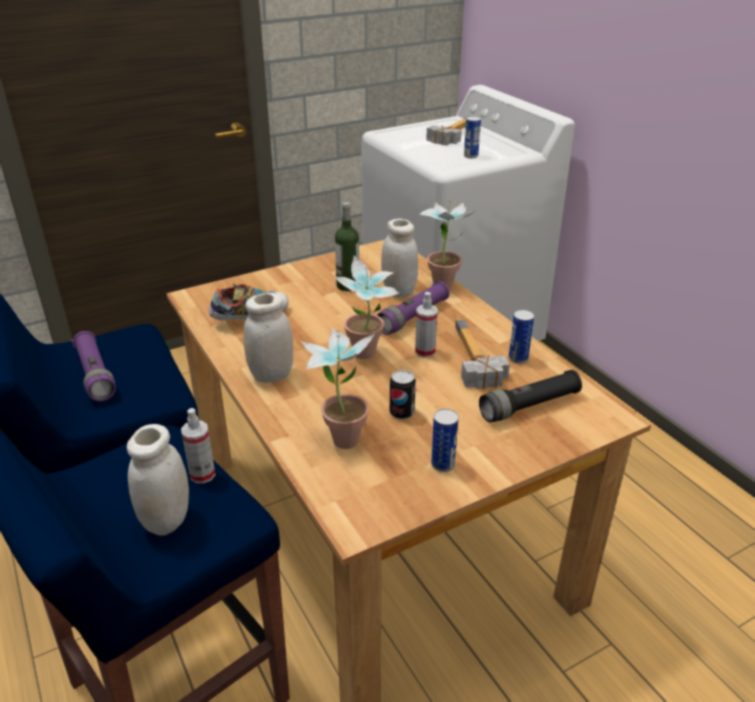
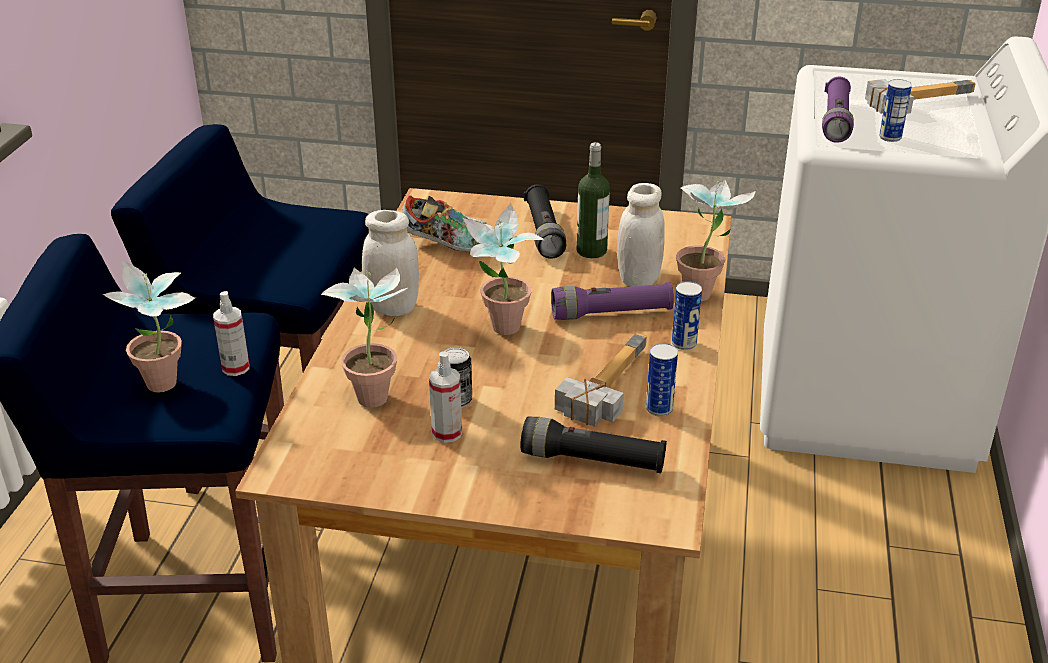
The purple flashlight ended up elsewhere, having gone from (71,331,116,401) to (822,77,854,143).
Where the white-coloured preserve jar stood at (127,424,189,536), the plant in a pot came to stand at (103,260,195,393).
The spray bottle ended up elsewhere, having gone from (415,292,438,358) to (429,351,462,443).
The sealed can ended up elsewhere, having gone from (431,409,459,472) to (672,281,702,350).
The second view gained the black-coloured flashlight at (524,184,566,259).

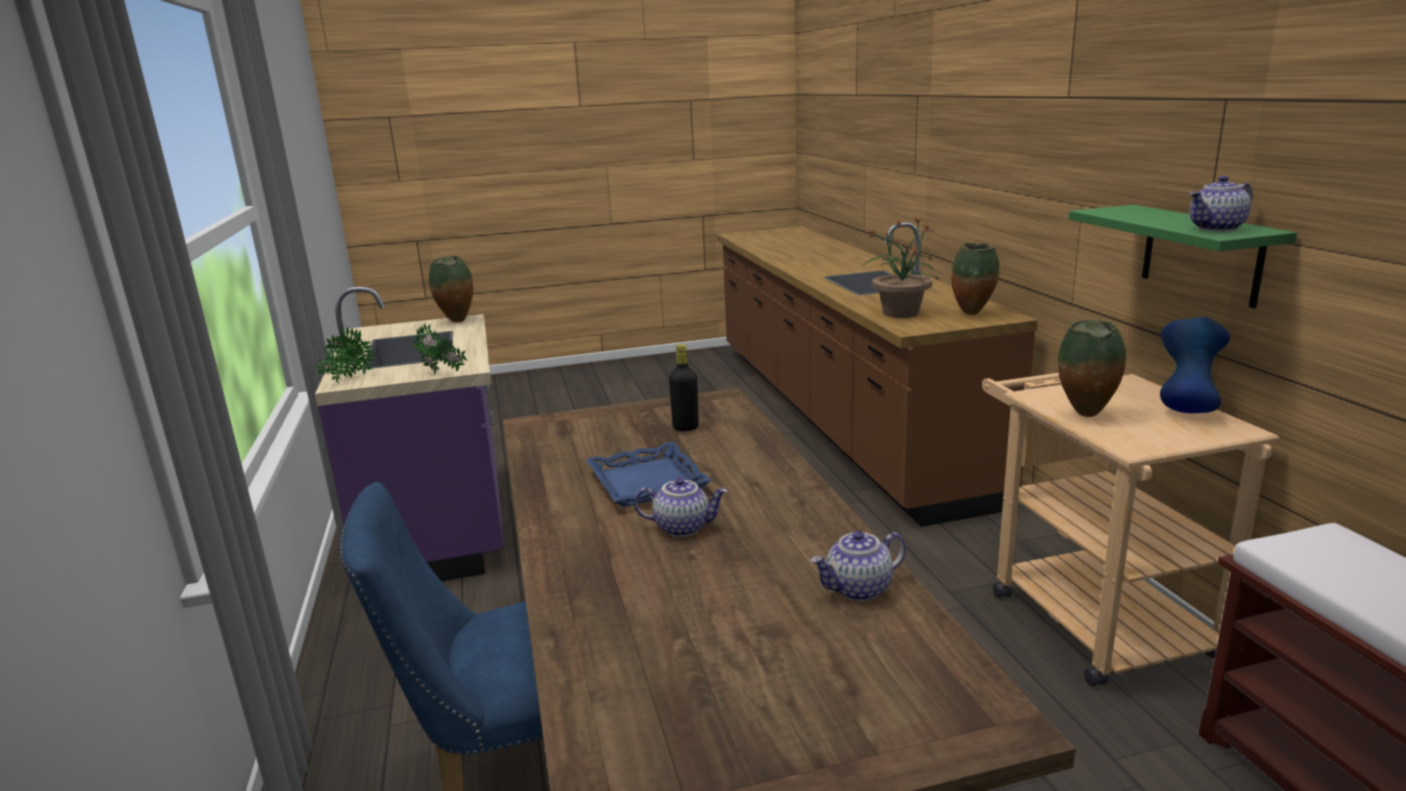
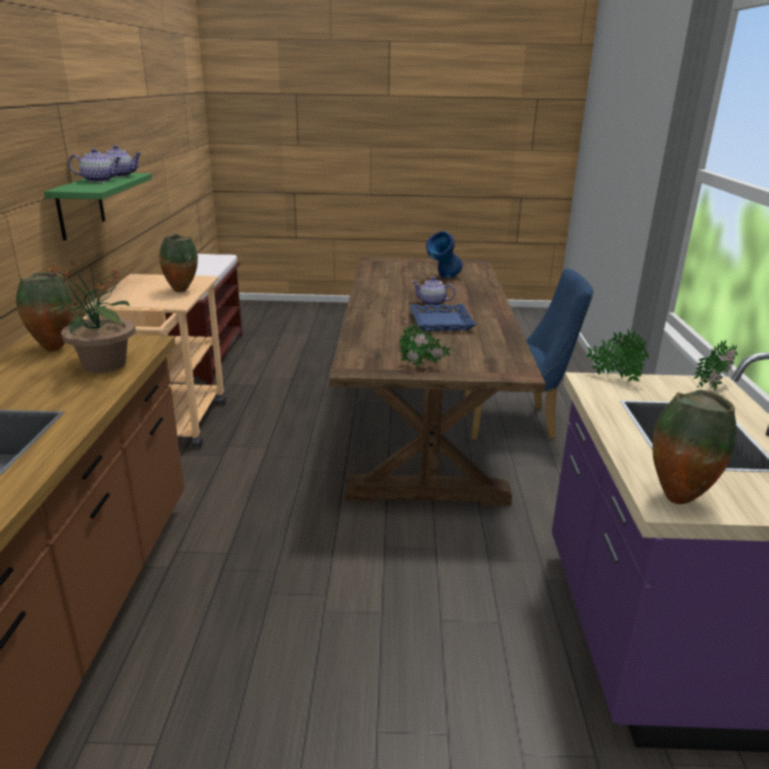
The second view lost the black-coloured drink bottle at (669,344,699,431).
The tea pot ended up elsewhere, having gone from (810,531,906,601) to (68,149,122,182).
The blue flower vase ended up elsewhere, having gone from (1160,317,1230,413) to (426,231,463,278).
The second view gained the plant in a pot at (399,324,451,368).

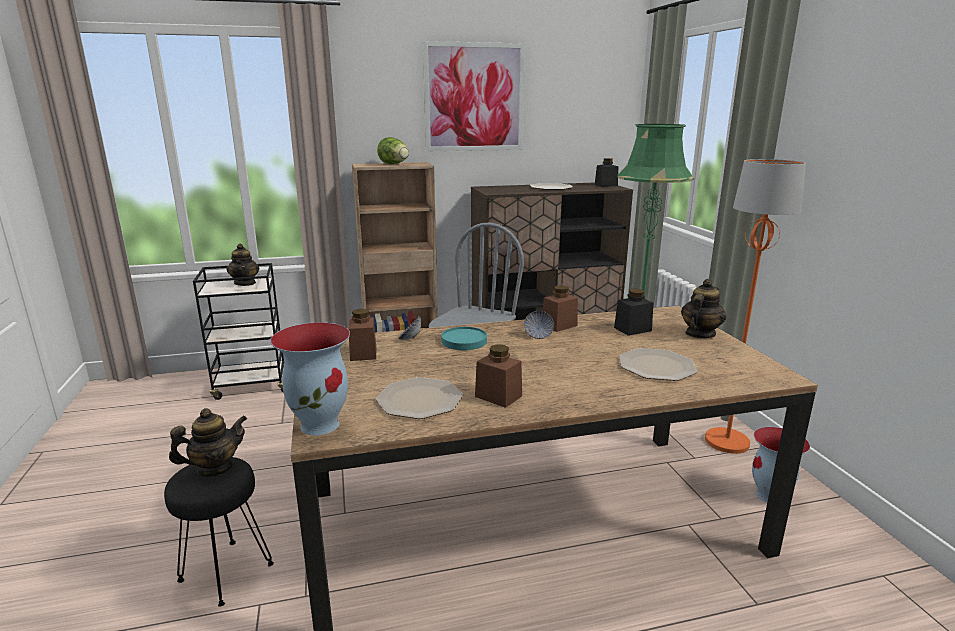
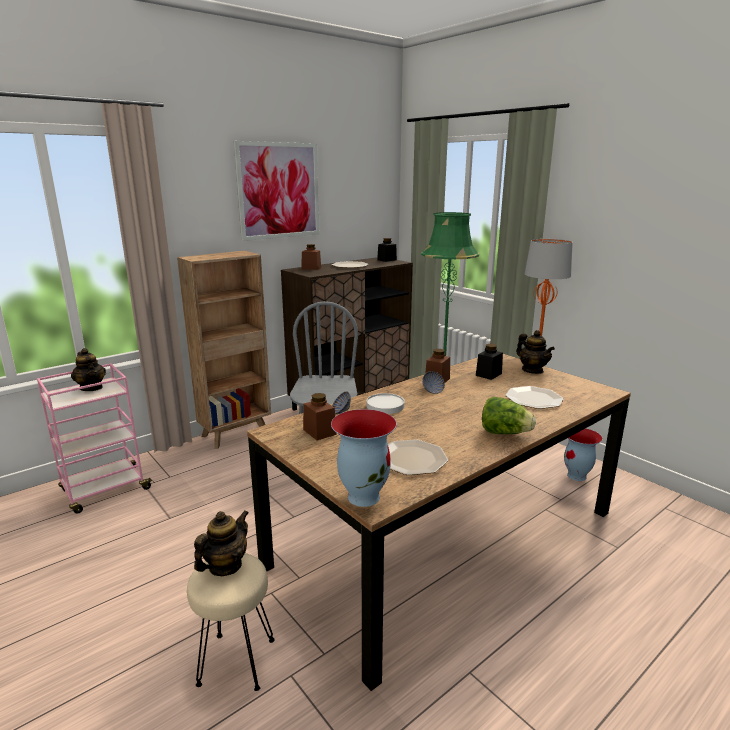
What was the black-coloured stool at (164,457,274,607) turned into the beige stool at (187,553,275,691).
What was the black-coloured wheeled cart at (193,263,284,400) turned into the pinkish wheeled cart at (37,363,154,514).
The lettuce head ended up elsewhere, having gone from (377,137,409,164) to (482,397,536,434).
What was the turquoise plate at (441,327,487,350) turned into the white-coloured plate at (367,393,405,414).
The brownish preserve jar ended up elsewhere, having gone from (475,344,522,408) to (302,244,321,270).
The tea pot at (681,279,726,338) ended up facing another way, 135 degrees clockwise from before.

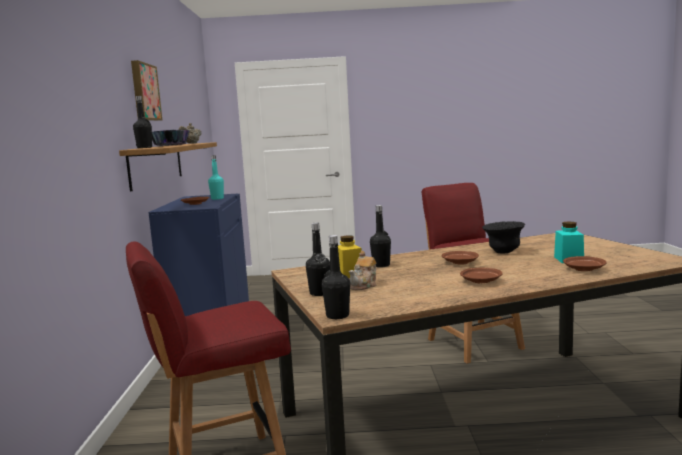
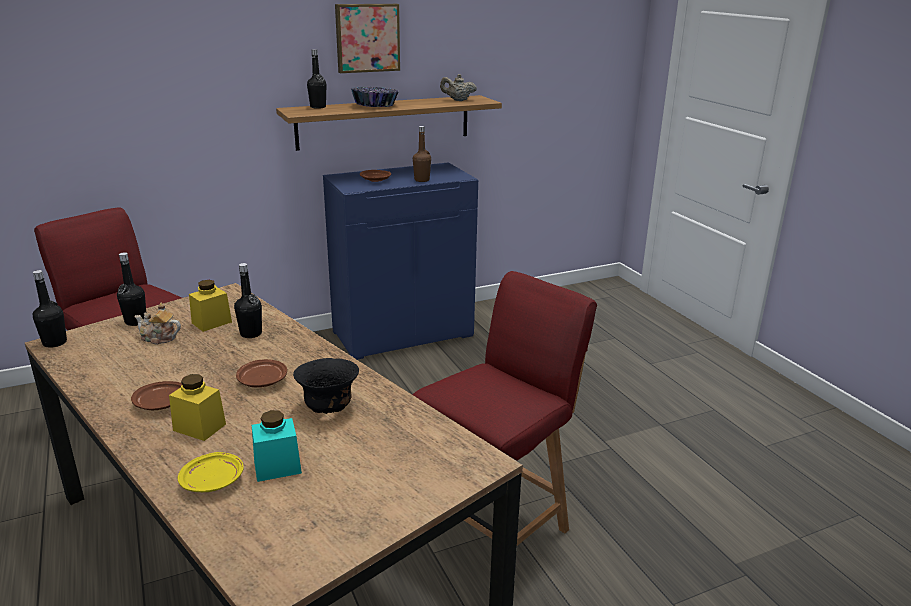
What was the turquoise drink bottle at (208,155,224,200) turned into the brownish drink bottle at (413,126,431,182).
What was the brownish plate at (563,256,607,271) turned into the yellow plate at (178,452,244,492).
The second view gained the yellow preserve jar at (169,374,226,441).

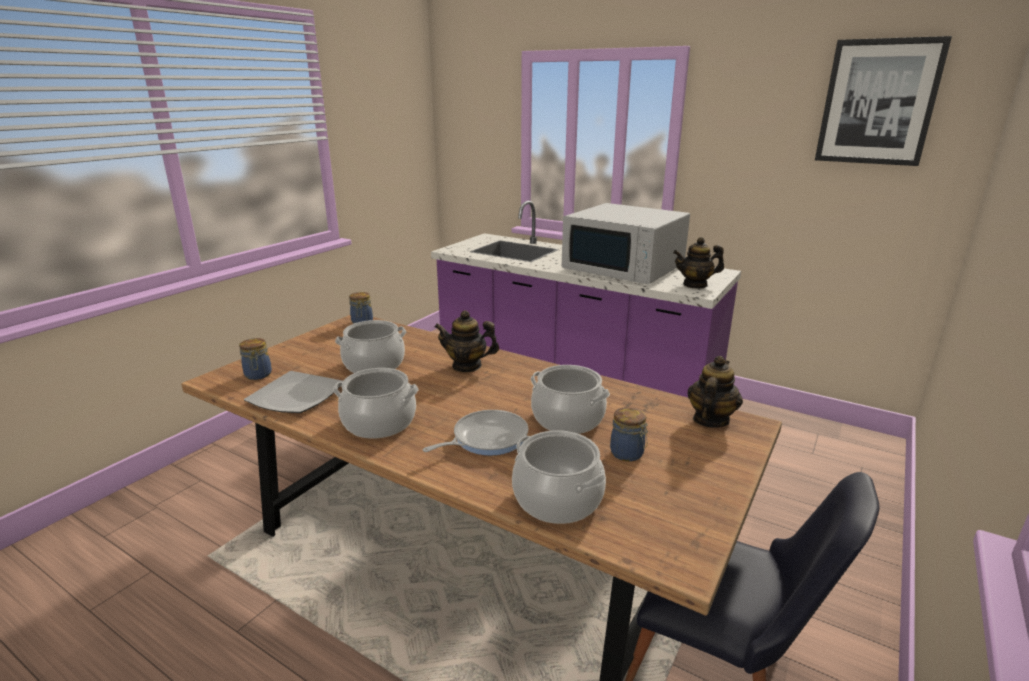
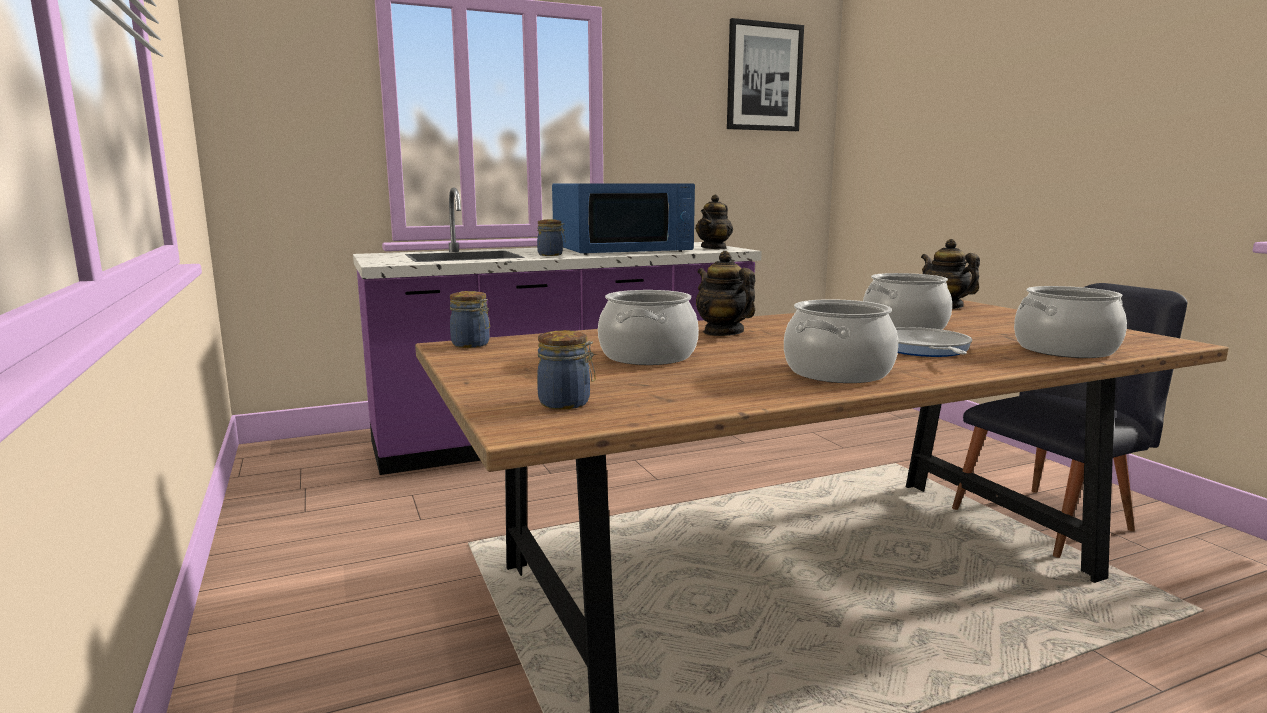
The second view lost the plate at (244,371,343,413).
The tea pot at (434,311,499,372) ended up facing another way, 105 degrees clockwise from before.
What was the white-coloured kitchen microwave at (562,203,690,284) turned into the blue kitchen microwave at (552,183,695,255).
The preserve jar ended up elsewhere, having gone from (610,407,648,462) to (537,219,565,256).

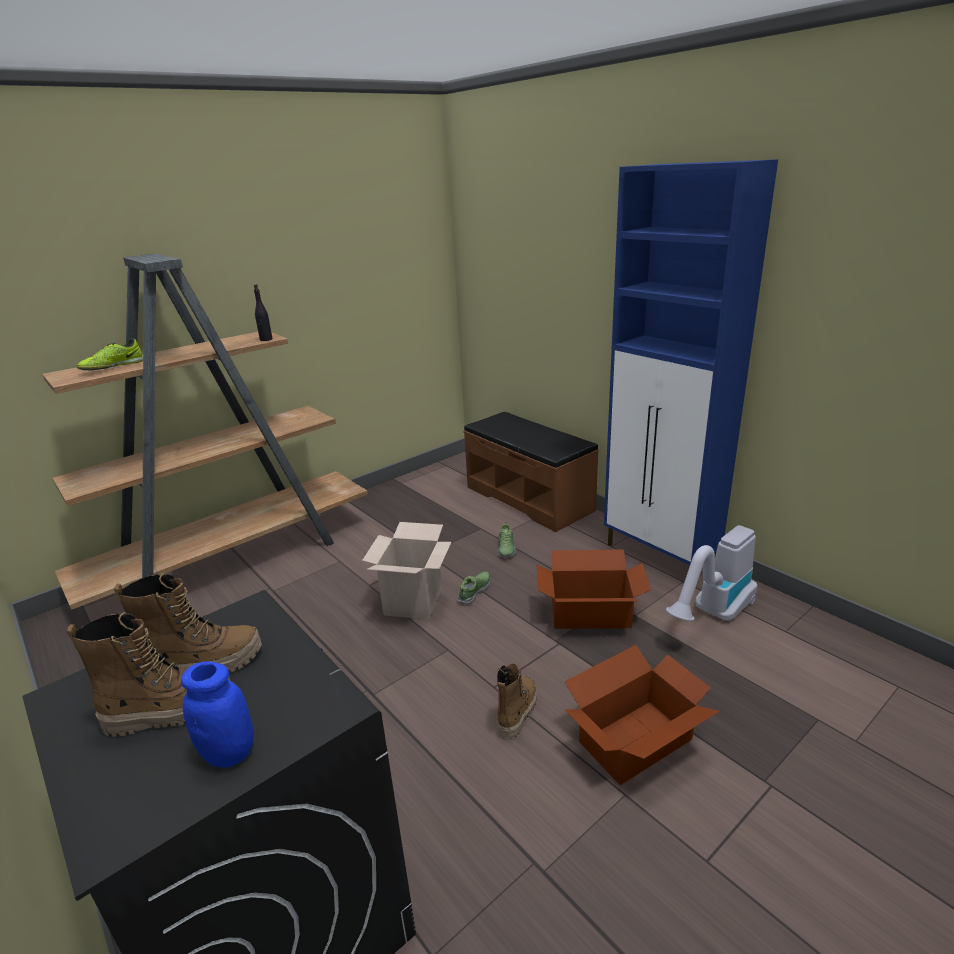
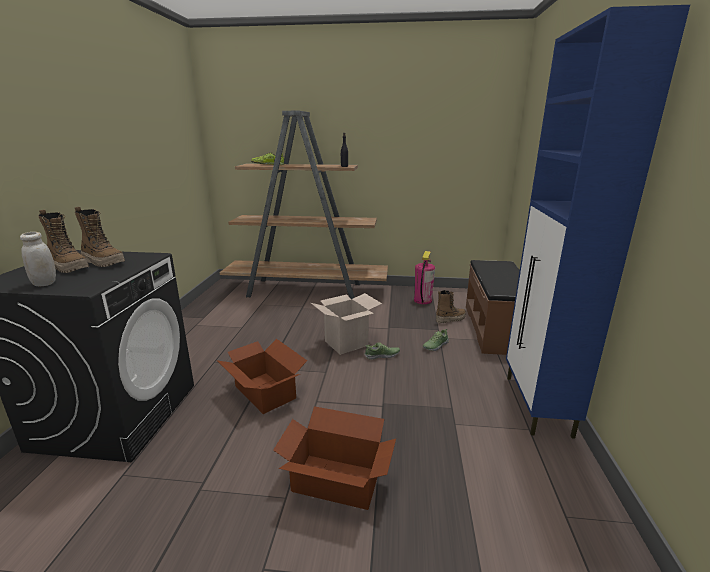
What was the blue preserve jar at (181,661,254,768) turned into the white-coloured preserve jar at (20,232,56,287).
The tall boot ended up elsewhere, having gone from (497,664,537,740) to (436,290,466,323).
The carton ended up elsewhere, having gone from (537,549,651,629) to (217,339,307,414).
The second view lost the hoover at (666,525,757,621).
The second view gained the extinguisher at (414,251,435,304).

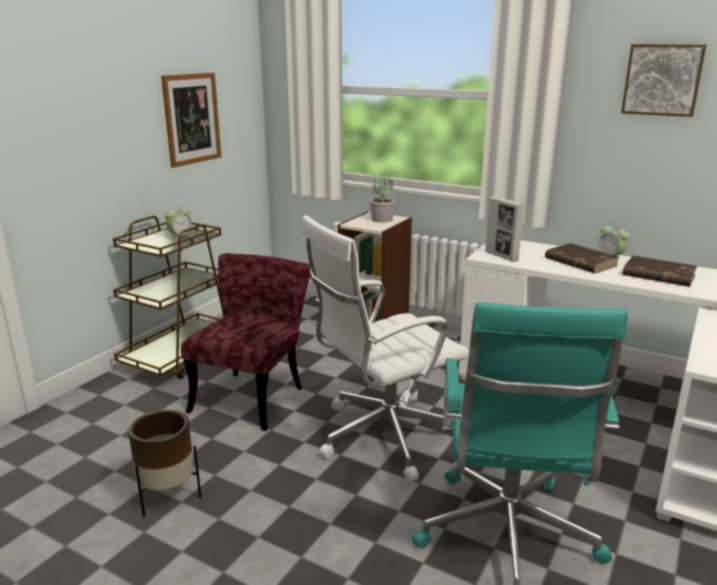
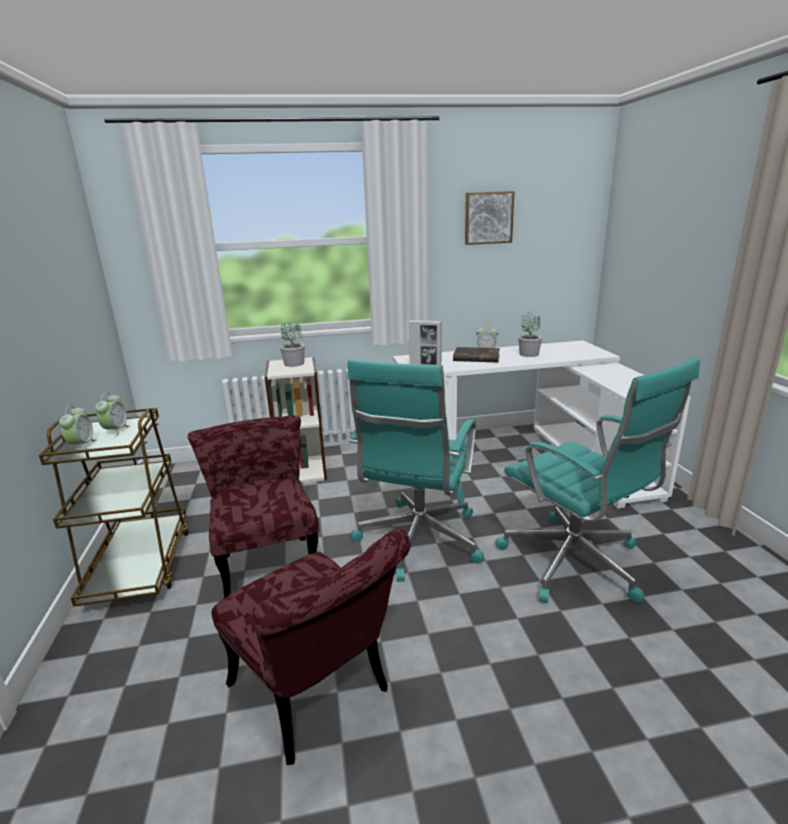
Where the brownish planter stood at (128,410,201,517), the reddish upright chair came to stand at (212,529,410,765).
The second view lost the wall art at (161,73,221,168).
What was the white-coloured computer chair at (301,215,469,482) turned into the turquoise computer chair at (348,359,484,582).
Where the brownish volume stood at (623,256,697,287), the plant in a pot came to stand at (518,312,542,357).
The second view gained the alarm clock at (59,406,97,450).

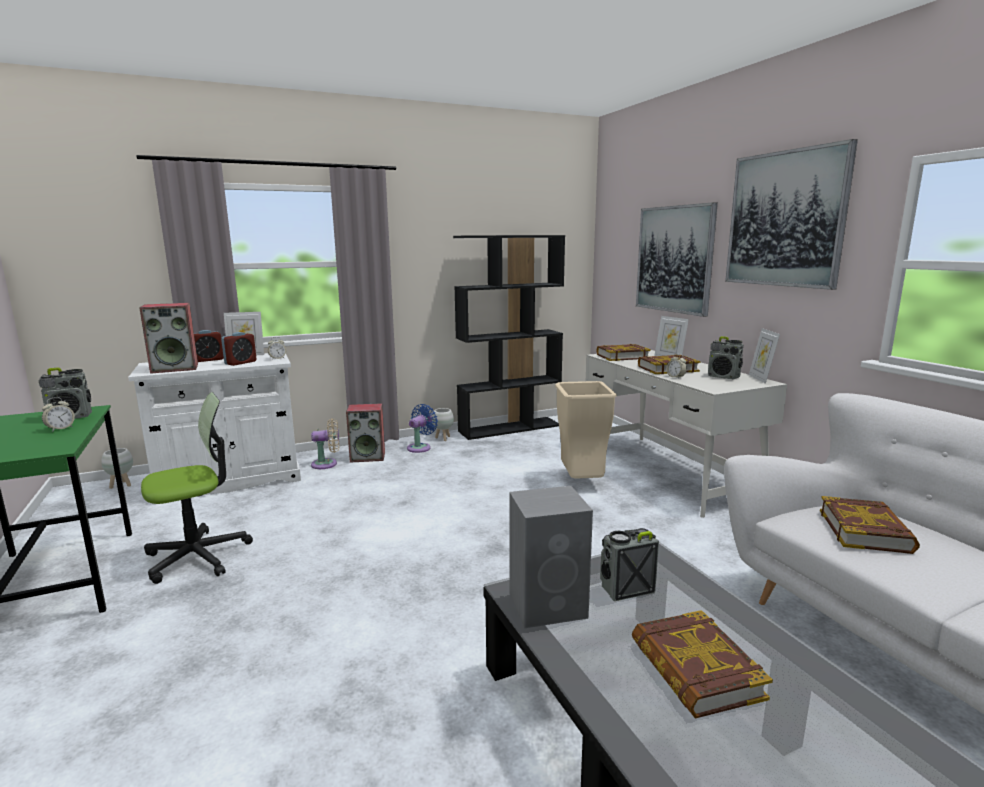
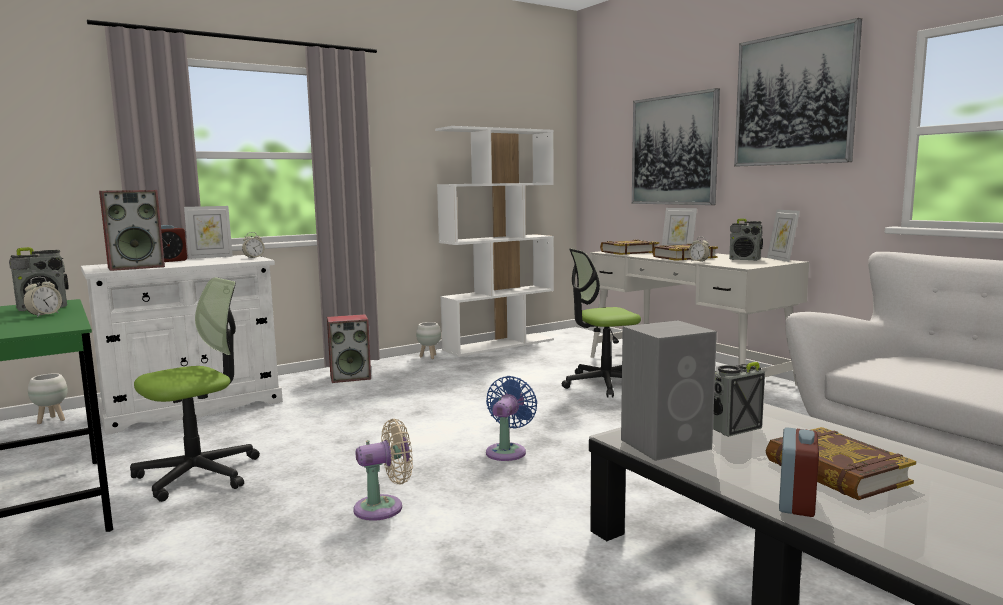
The alarm clock ended up elsewhere, having gone from (221,332,256,366) to (779,427,819,517).
The beige cooling fan ended up elsewhere, having gone from (311,418,339,469) to (353,418,413,521).
The blue cooling fan ended up elsewhere, having gone from (407,404,438,453) to (486,376,537,461).
What was the black-coloured bookcase at (453,235,565,440) turned into the white-coloured bookcase at (435,126,554,357).
Where the beige rubbish bin stood at (555,381,617,479), the computer chair came to stand at (562,249,641,397).
The second view lost the volume at (820,496,920,554).

